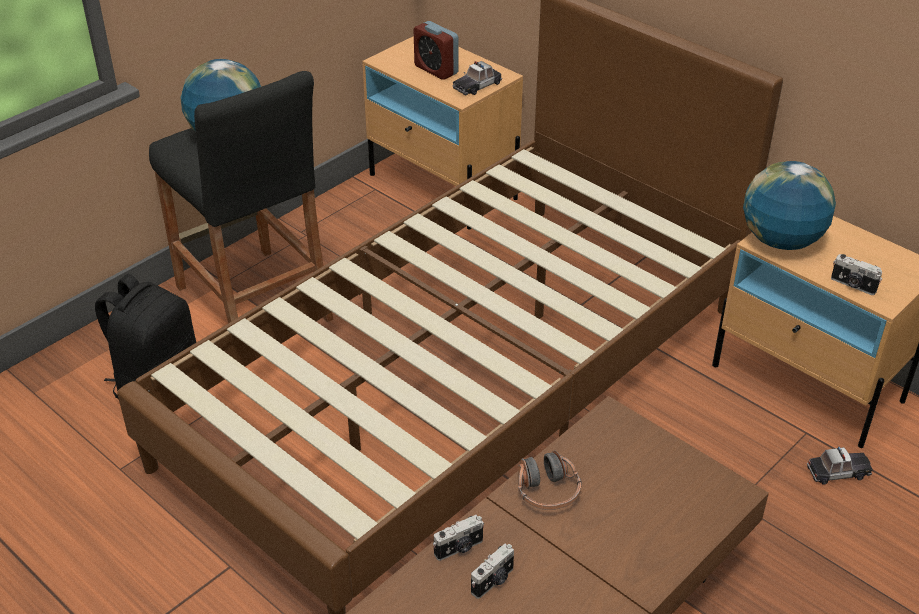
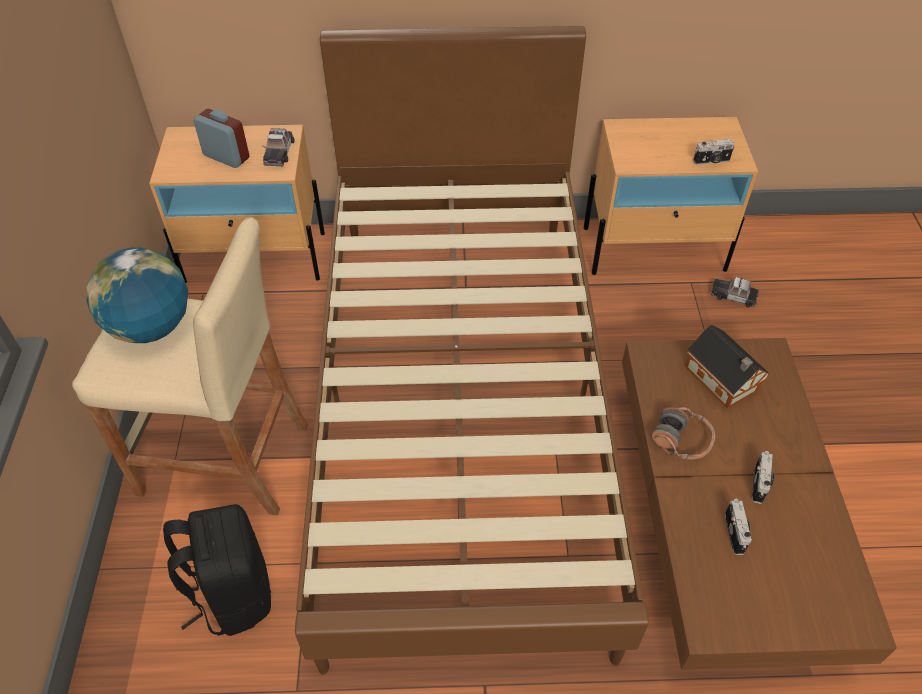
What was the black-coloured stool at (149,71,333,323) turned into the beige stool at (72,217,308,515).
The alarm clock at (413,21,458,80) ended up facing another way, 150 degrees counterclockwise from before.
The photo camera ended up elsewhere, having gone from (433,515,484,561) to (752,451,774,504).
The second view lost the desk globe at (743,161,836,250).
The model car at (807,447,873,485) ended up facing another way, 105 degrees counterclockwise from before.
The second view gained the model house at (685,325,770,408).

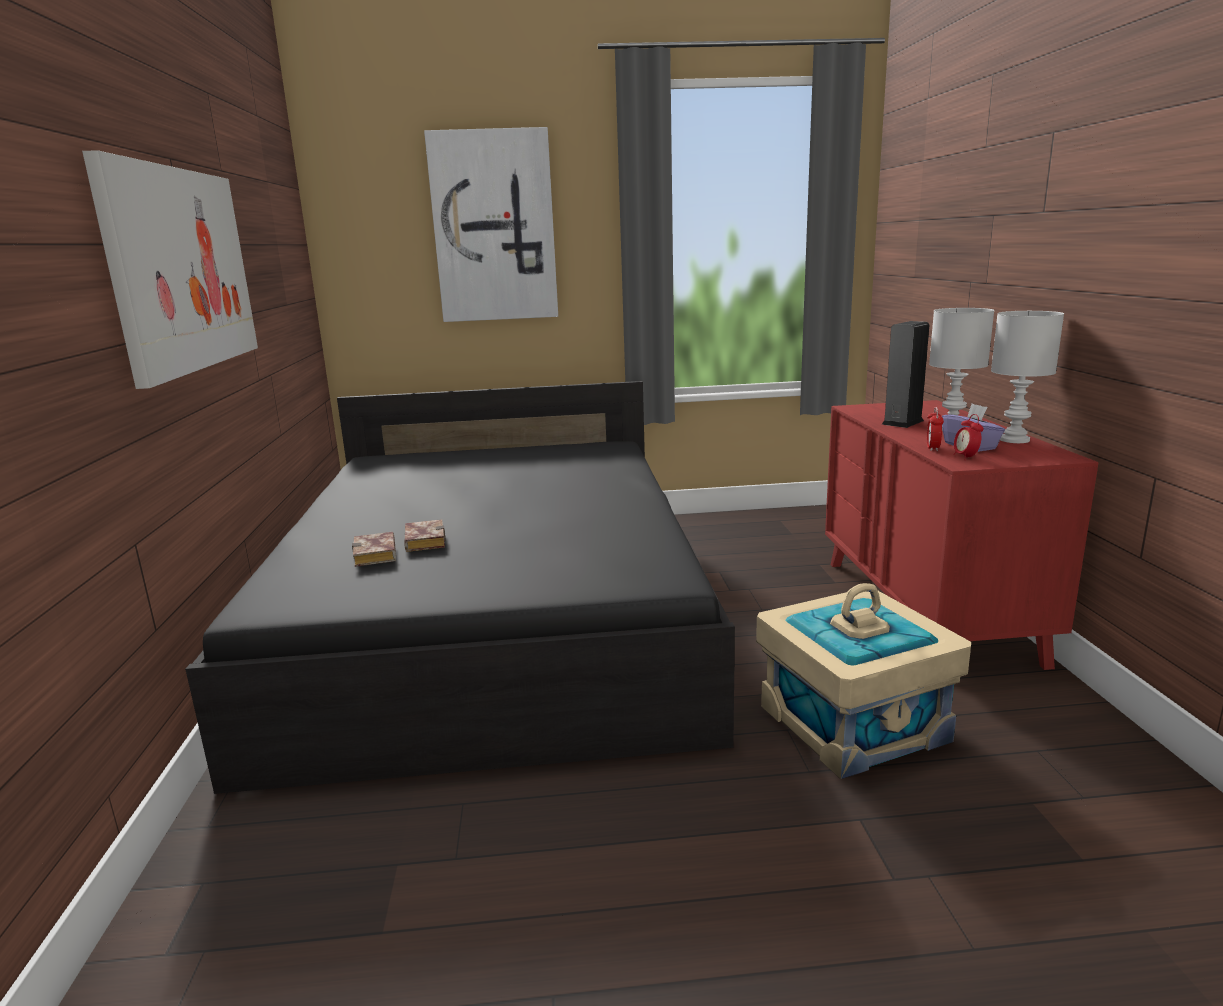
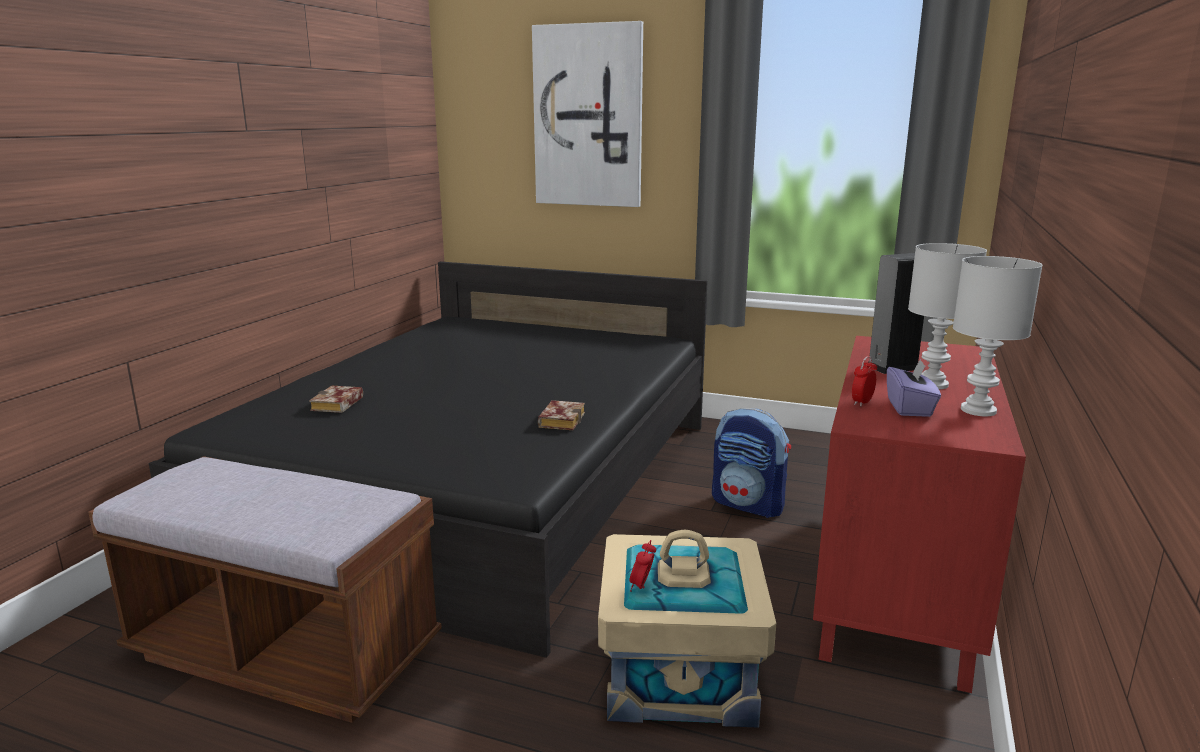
The second view lost the wall art at (82,150,258,389).
The volume ended up elsewhere, having gone from (404,519,446,552) to (538,400,585,430).
The alarm clock ended up elsewhere, having gone from (953,414,983,460) to (629,540,656,592).
The second view gained the brownish bench at (88,456,442,723).
The second view gained the rucksack at (712,408,791,518).

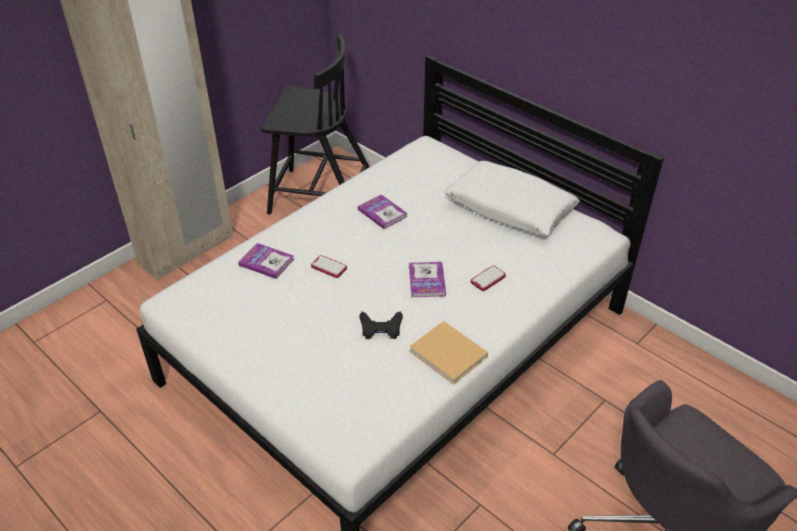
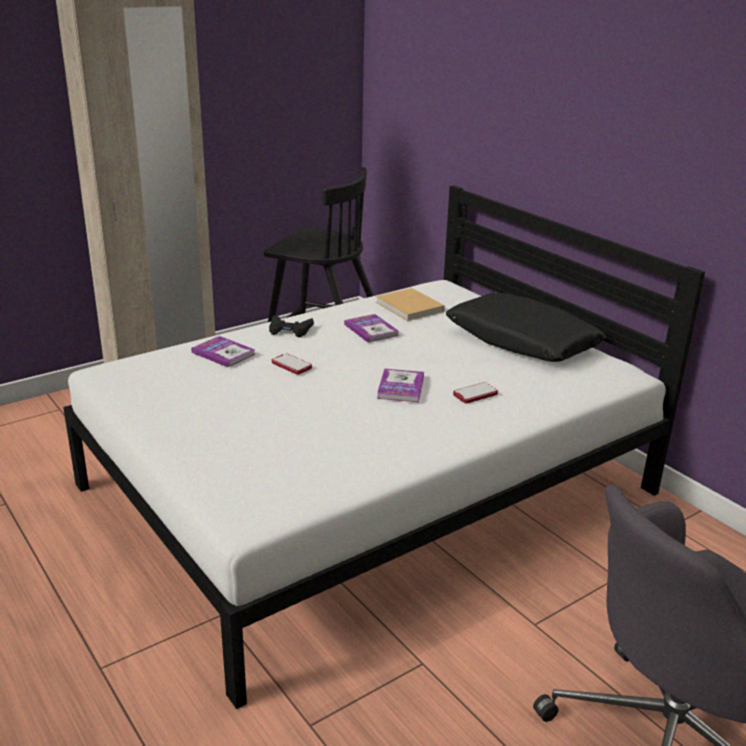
The black-coloured gamepad ended up elsewhere, having gone from (359,312,403,339) to (269,315,314,337).
The beige volume ended up elsewhere, having gone from (409,321,488,385) to (376,288,445,321).
What was the white-coloured pillow at (444,161,580,236) turned into the black-coloured pillow at (446,293,606,362).

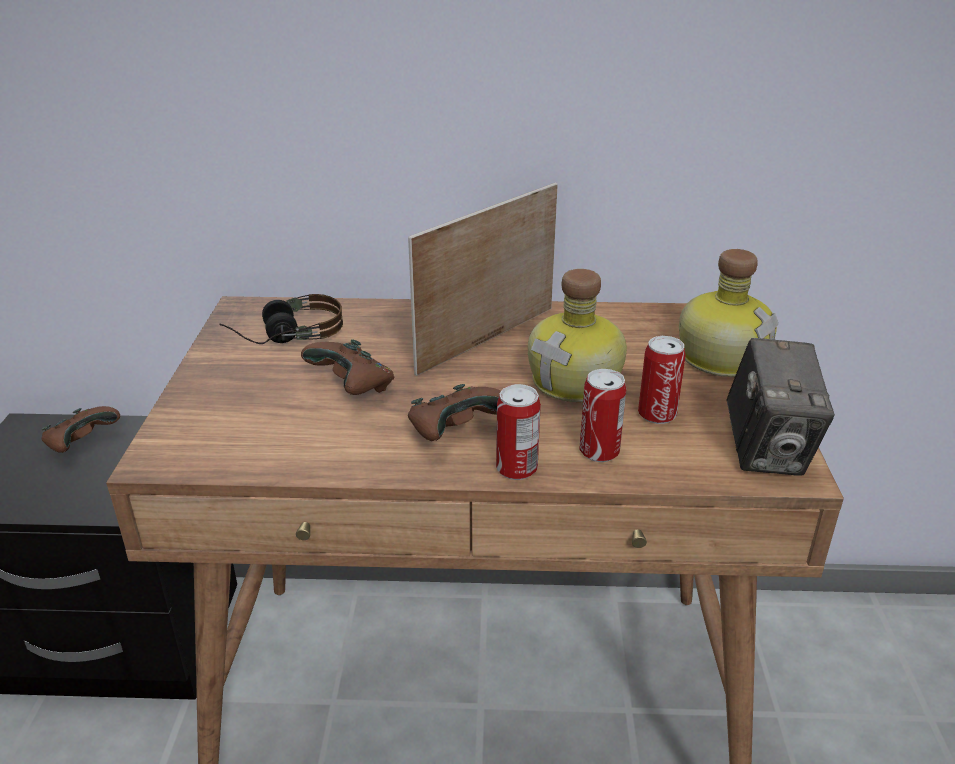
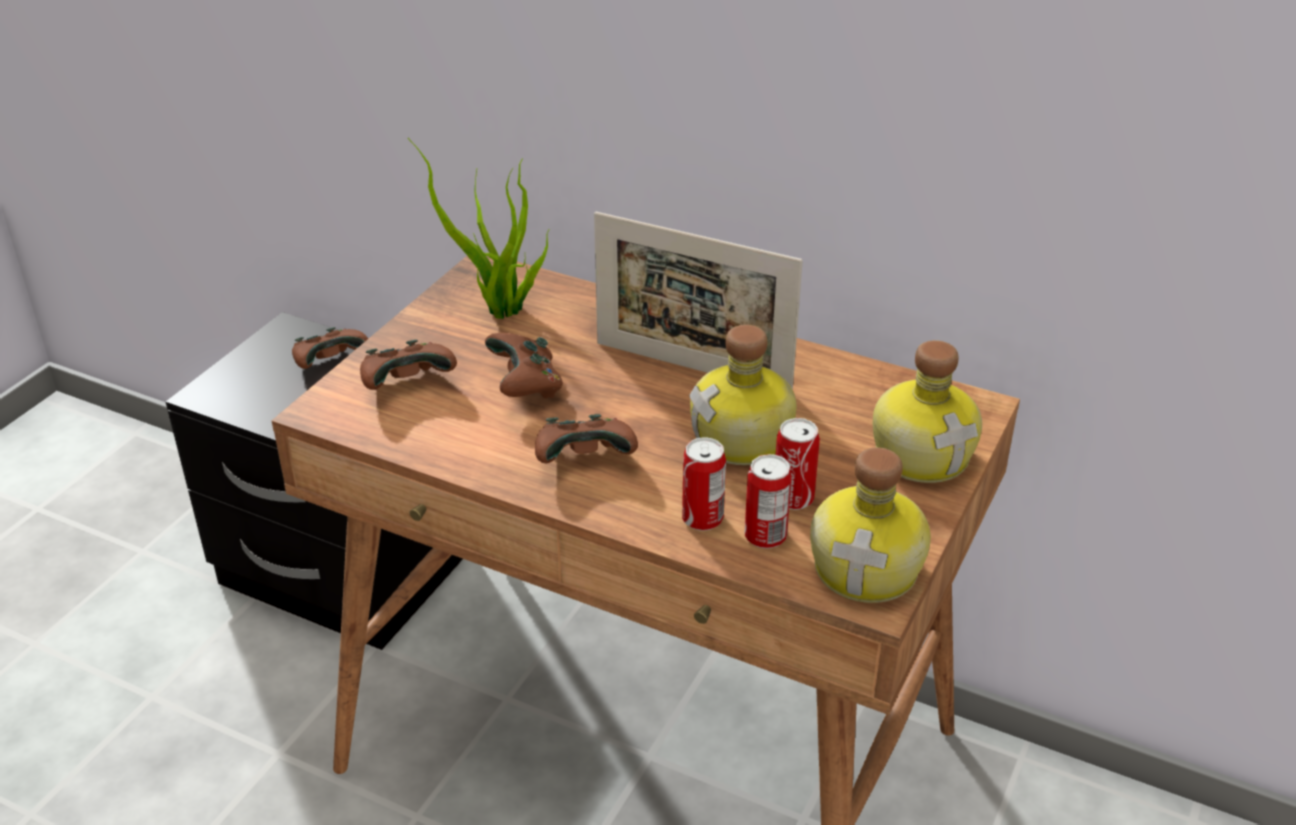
Where the pair of headphones stood at (219,294,343,344), the plant in a pot came to stand at (408,138,549,319).
The photo frame at (408,183,558,376) ended up facing another way, 135 degrees counterclockwise from before.
The sealed can ended up elsewhere, having gone from (496,384,541,480) to (744,454,792,549).
Where the photo camera stood at (726,338,835,476), the drink bottle came to stand at (810,447,931,603).
The second view gained the brownish gamepad at (360,340,457,390).

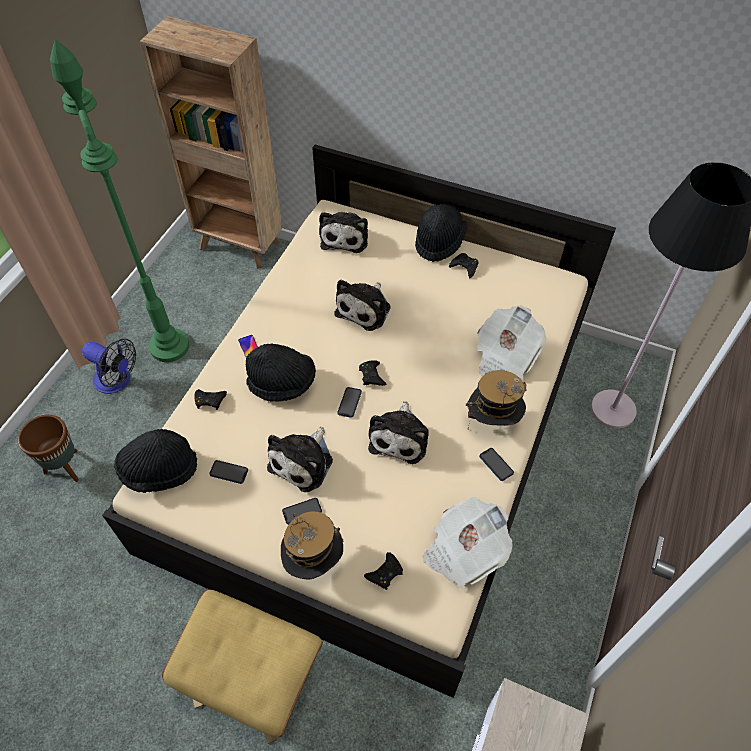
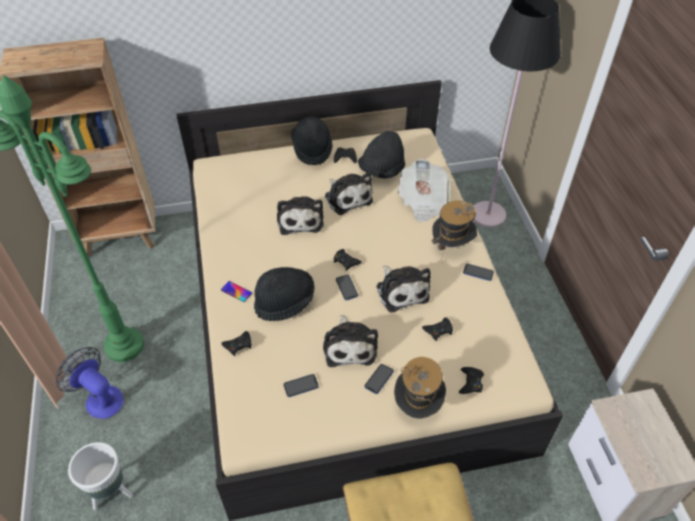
What was the brownish planter at (18,415,79,482) turned into the white-coloured planter at (68,442,133,510).
The cooling fan at (82,339,136,394) ended up facing another way, 135 degrees counterclockwise from before.
The black-coloured clothing hat ended up elsewhere, having gone from (114,429,197,493) to (358,131,405,179).
The cuddly toy ended up elsewhere, having gone from (319,212,368,253) to (325,172,373,215).
The second view lost the newspaper at (423,497,513,589).
The second view gained the black-coloured gamepad at (422,317,453,341).

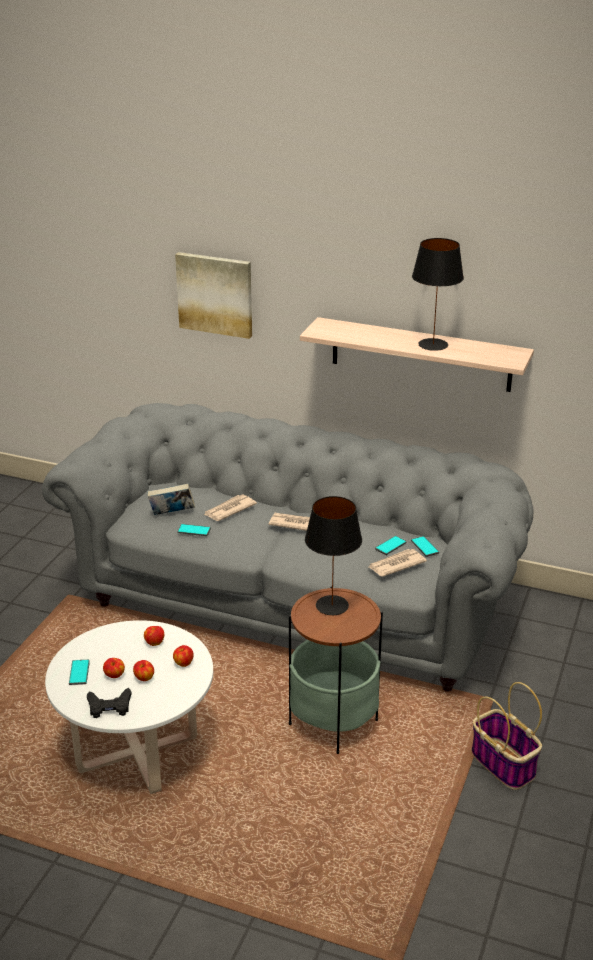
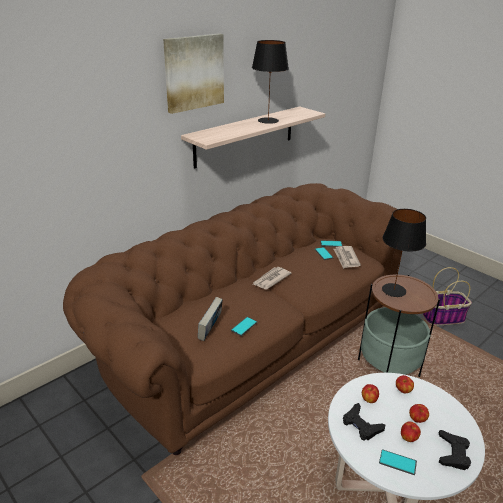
What was the grey couch at (42,403,534,692) turned into the brownish couch at (63,183,402,455).
The wall art ended up elsewhere, having gone from (175,252,252,339) to (163,33,224,114).
The second view lost the newspaper at (204,494,257,521).
The second view gained the black-coloured gamepad at (343,403,385,441).

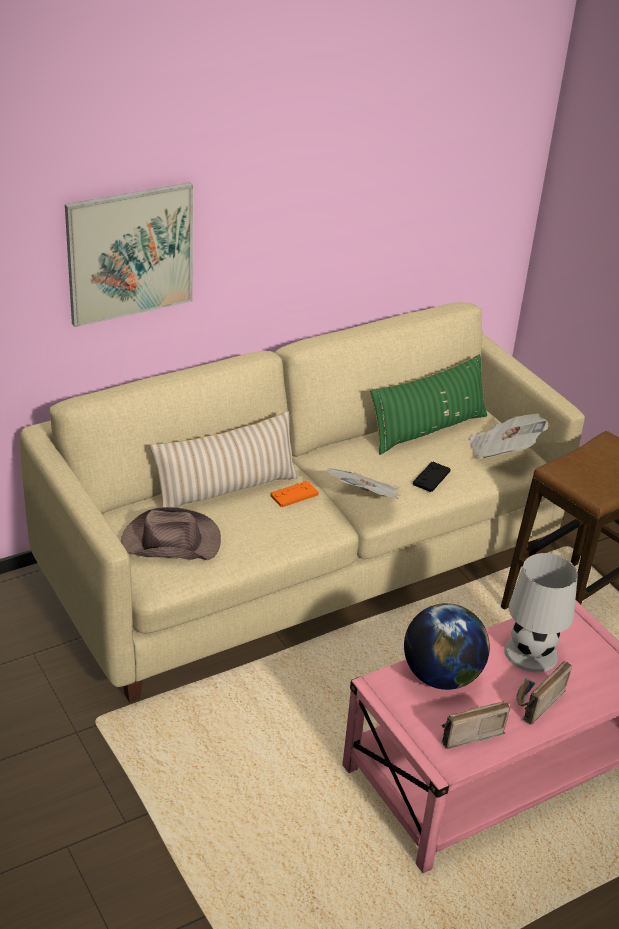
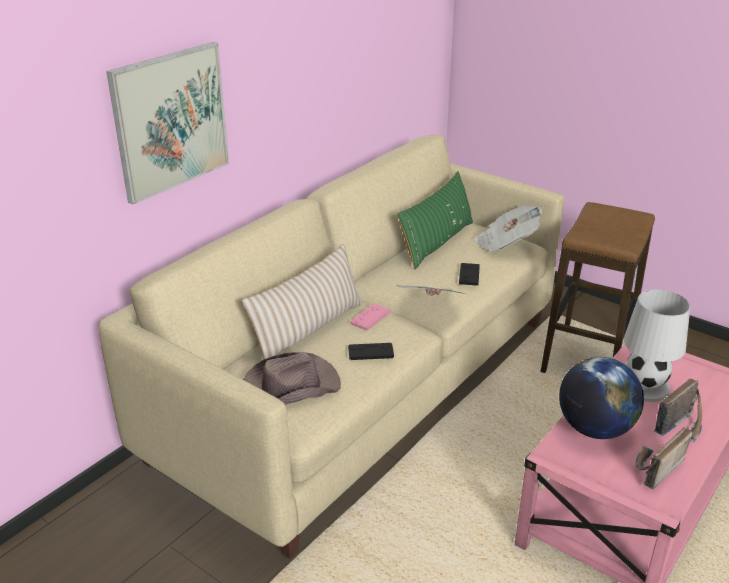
What was the orange gamepad at (271,481,319,507) turned into the pinkish gamepad at (350,304,390,330).
The radio at (516,661,572,725) ended up facing another way, 150 degrees counterclockwise from before.
The second view gained the black-coloured gamepad at (348,343,394,360).

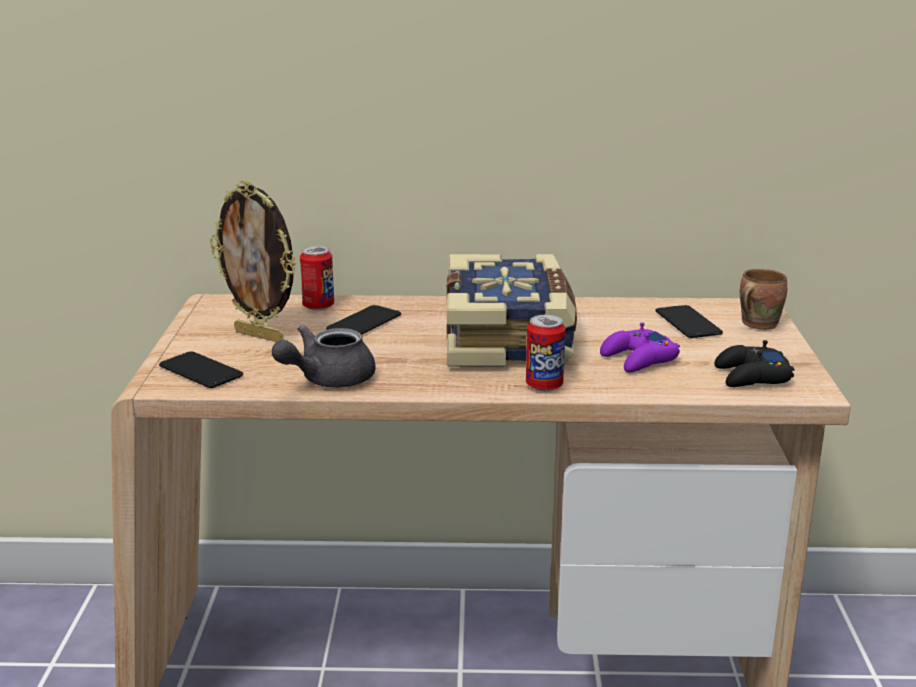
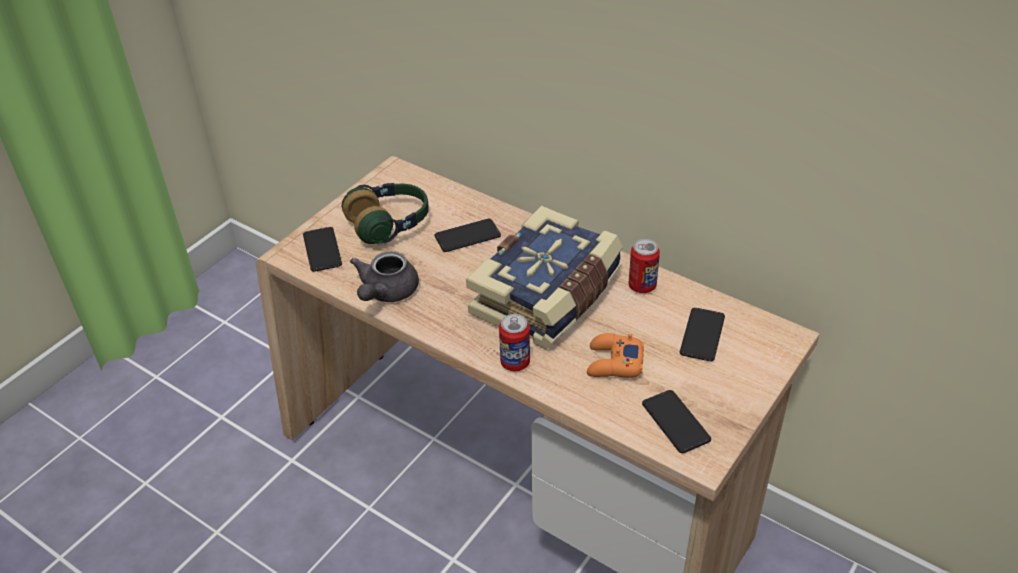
Where the photo frame stood at (210,180,296,342), the pair of headphones came to stand at (342,183,429,244).
The grey tea pot at (272,325,376,388) ended up facing another way, 60 degrees counterclockwise from before.
The sealed can ended up elsewhere, having gone from (300,246,334,311) to (629,239,660,293).
What was the purple gamepad at (600,323,680,372) turned into the orange gamepad at (587,333,644,378).
Where the black-coloured gamepad stood at (714,340,795,387), the phone came to stand at (642,390,711,453).
The second view lost the brownish tea mug at (740,269,787,330).

